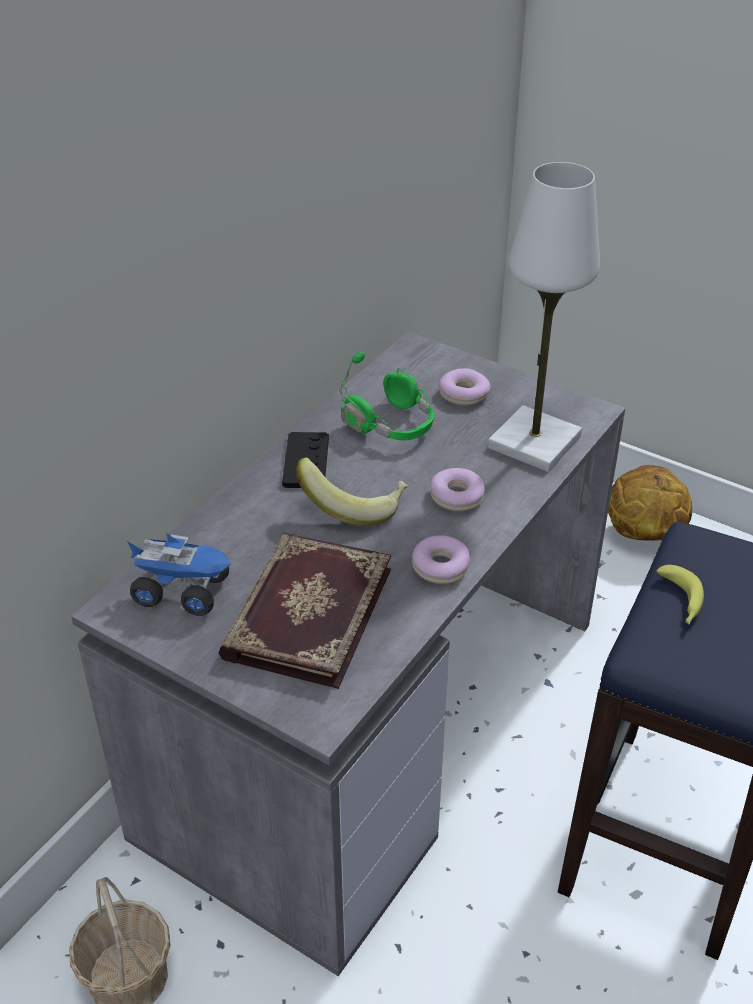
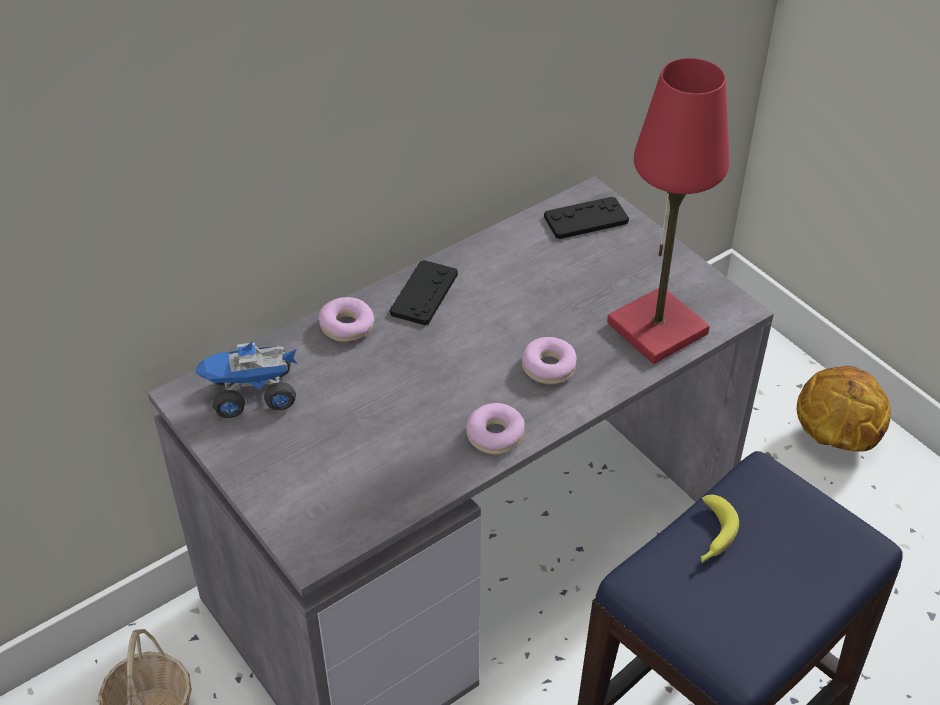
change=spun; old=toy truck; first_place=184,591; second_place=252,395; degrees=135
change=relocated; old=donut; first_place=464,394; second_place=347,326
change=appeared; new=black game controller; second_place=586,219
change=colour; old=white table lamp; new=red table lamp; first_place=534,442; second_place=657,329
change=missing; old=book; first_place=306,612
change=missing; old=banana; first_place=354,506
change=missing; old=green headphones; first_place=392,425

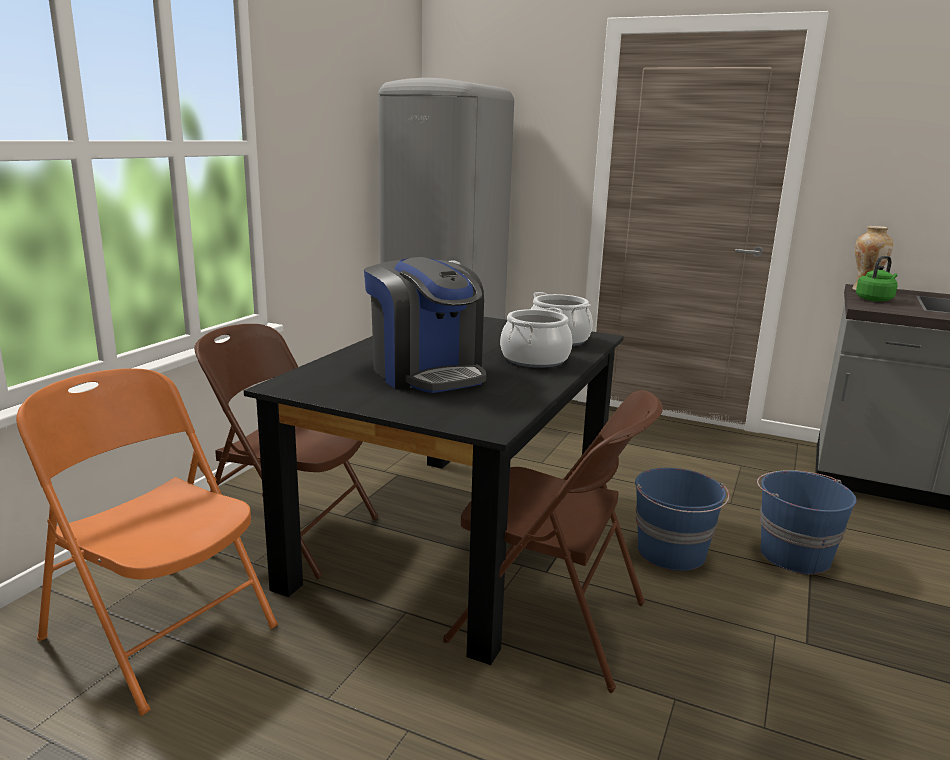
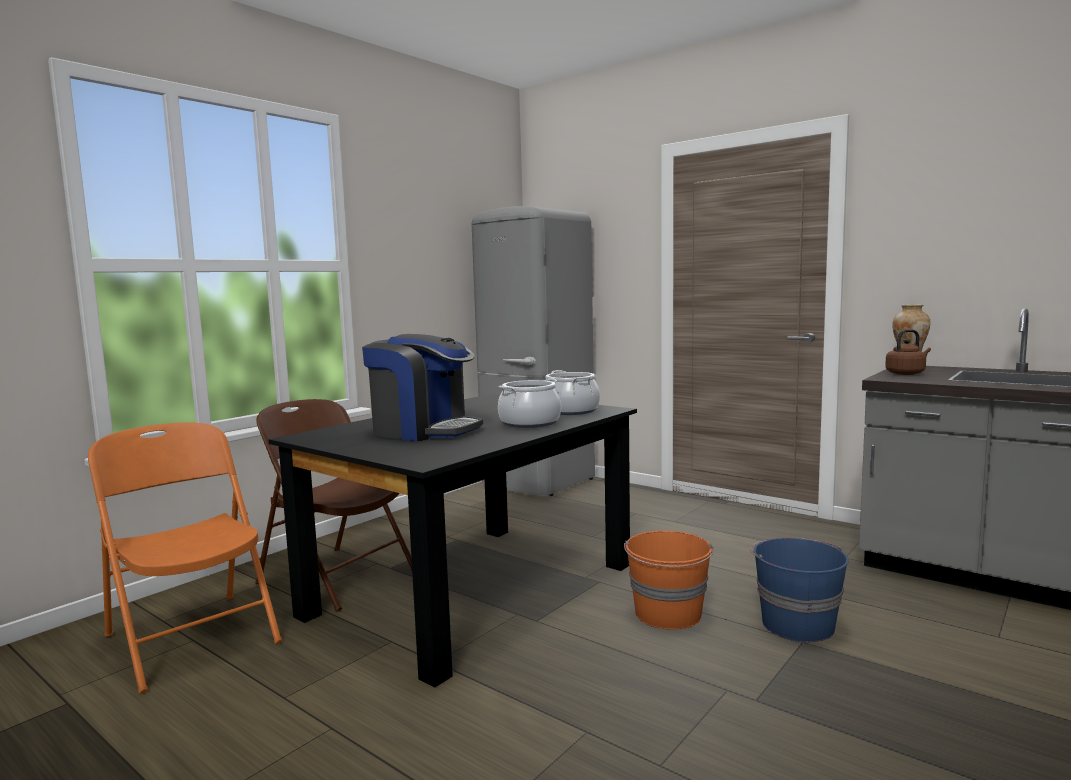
change=spun; old=coffee machine; first_place=427,373; second_place=424,430; degrees=-45
change=colour; old=blue bucket; new=orange bucket; first_place=672,553; second_place=668,614
change=colour; old=green kettle; new=brown kettle; first_place=875,299; second_place=906,373
change=missing; old=brown chair; first_place=548,622

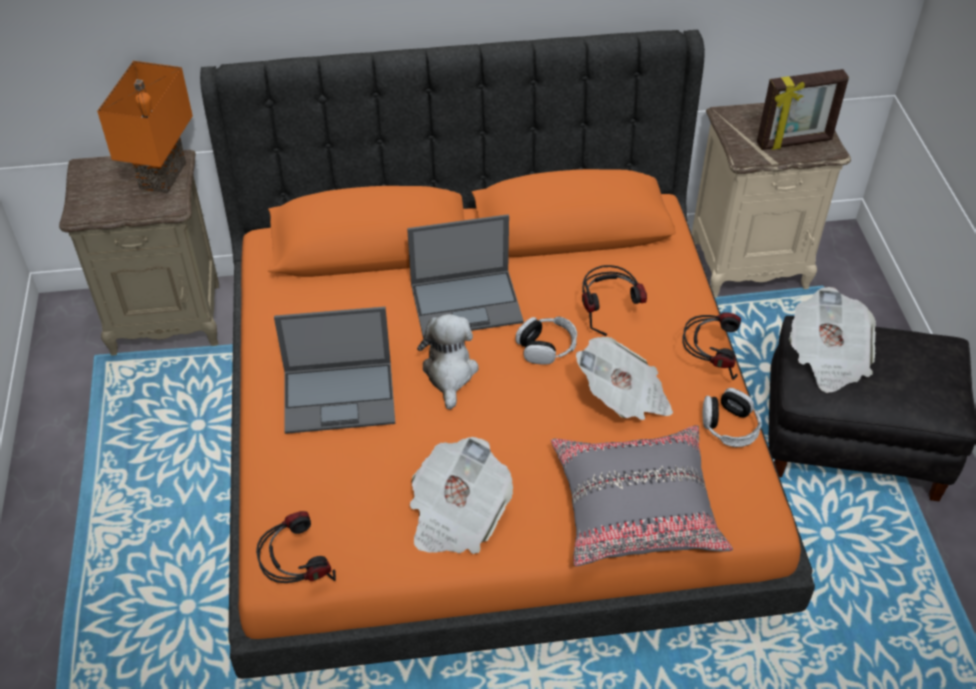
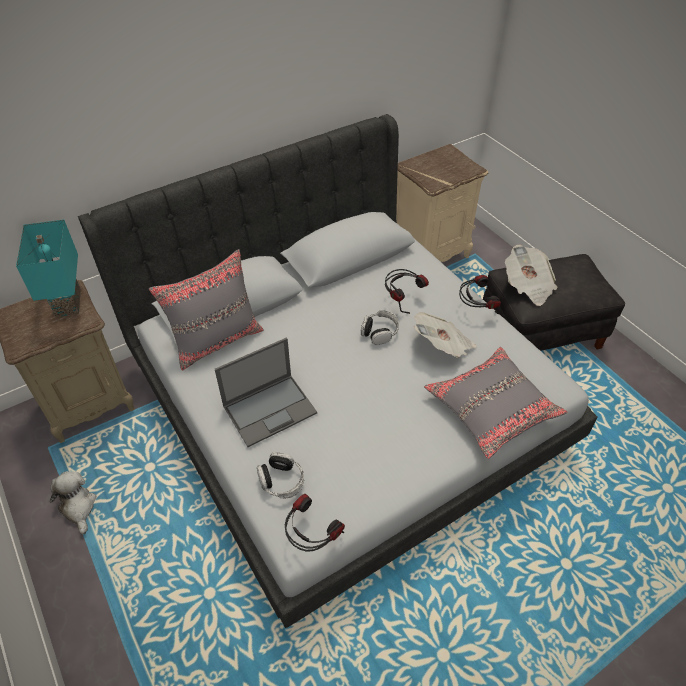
change=colour; old=orange table lamp; new=turquoise table lamp; first_place=165,176; second_place=70,303
change=relocated; old=plush toy; first_place=449,373; second_place=78,507
change=colour; old=orange bed; new=grey bed; first_place=488,438; second_place=343,404
change=appeared; new=grey pillow; second_place=217,340
change=relocated; old=headphones; first_place=729,426; second_place=281,481
change=missing; old=laptop; first_place=467,303
change=missing; old=newspaper; first_place=456,515
change=missing; old=picture frame; first_place=794,142

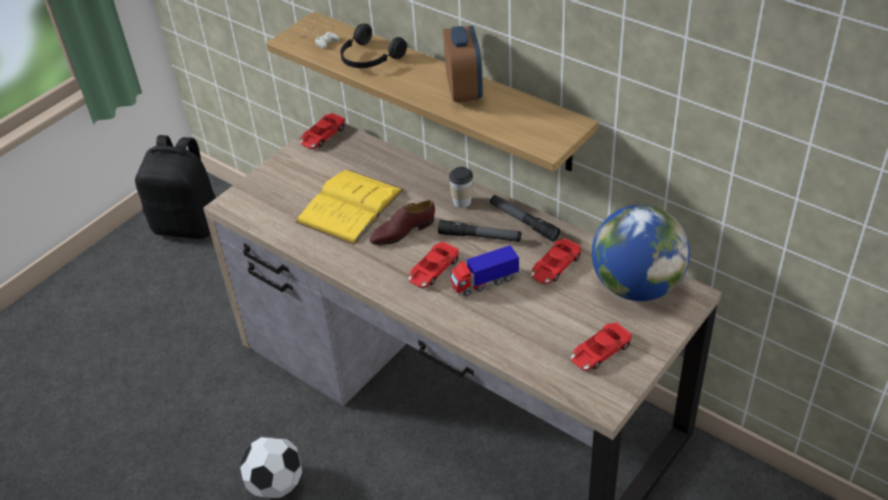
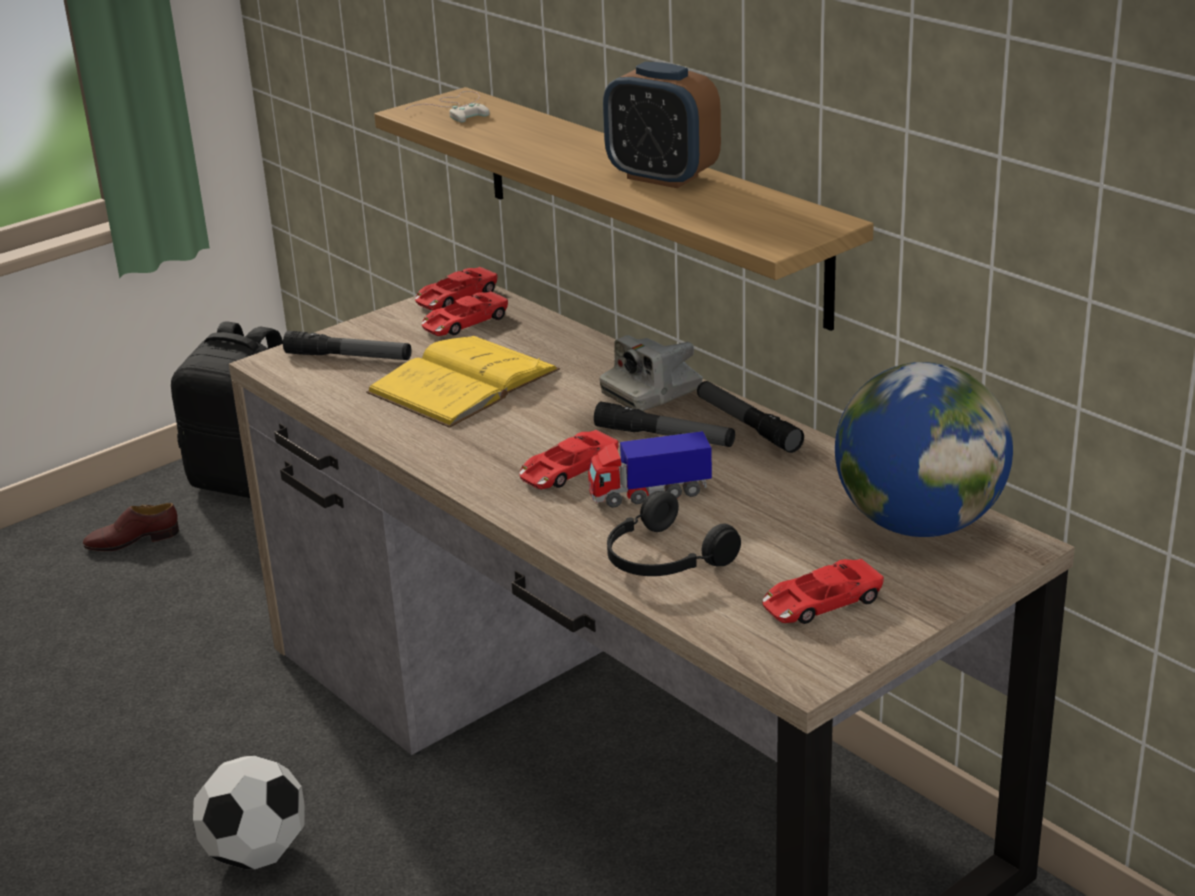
change=relocated; old=brown shoe; first_place=402,231; second_place=132,540
change=appeared; new=flashlight; second_place=348,357
change=relocated; old=red toy car; first_place=555,266; second_place=464,322
change=exchanged; old=cup; new=photo camera; first_place=462,202; second_place=652,392
change=spun; old=alarm clock; first_place=464,91; second_place=662,177; degrees=120
change=relocated; old=black headphones; first_place=369,58; second_place=663,559

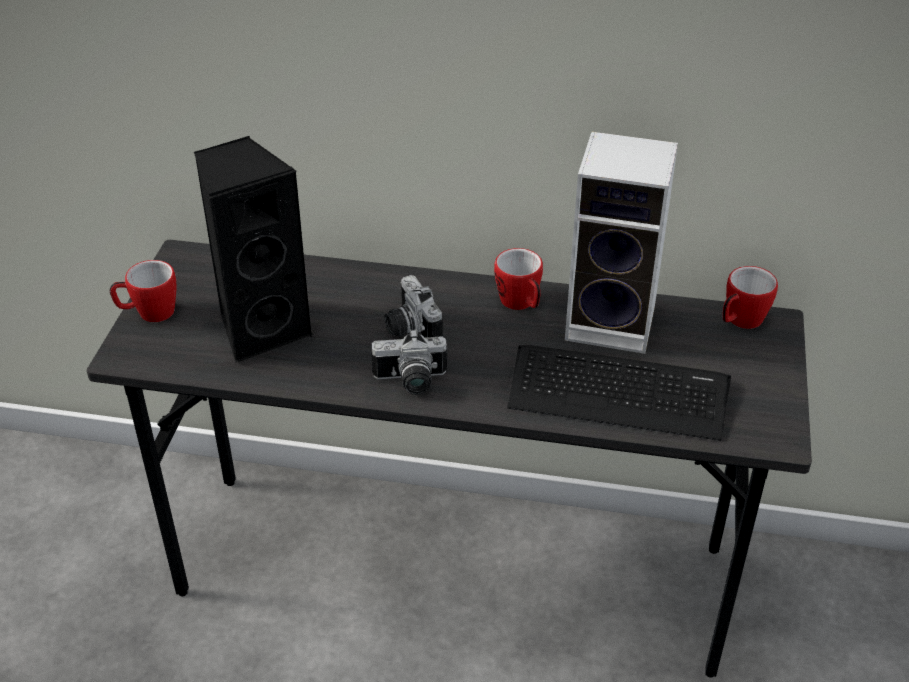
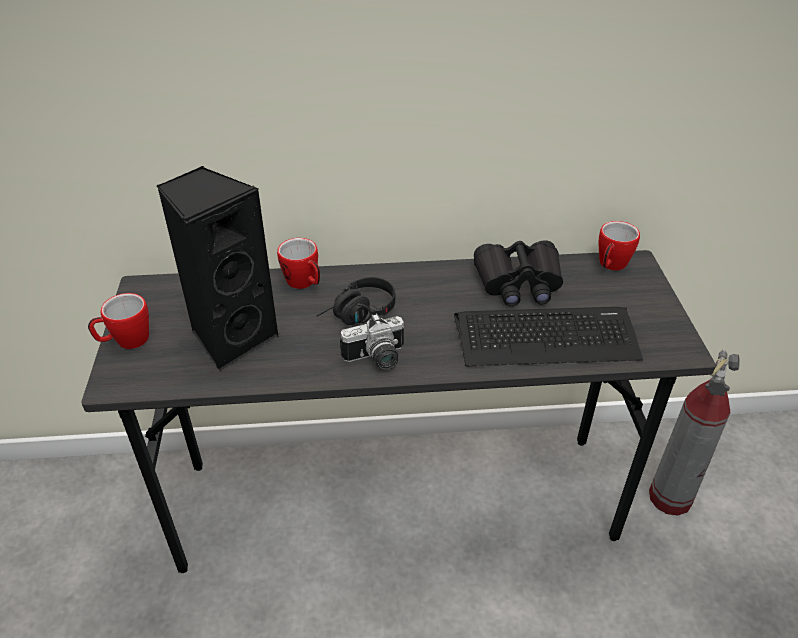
change=relocated; old=mug; first_place=521,304; second_place=304,283
change=exchanged; old=photo camera; new=black headphones; first_place=409,328; second_place=358,314
change=exchanged; old=speaker; new=black binoculars; first_place=614,323; second_place=518,282
change=appeared; new=fire extinguisher; second_place=670,497

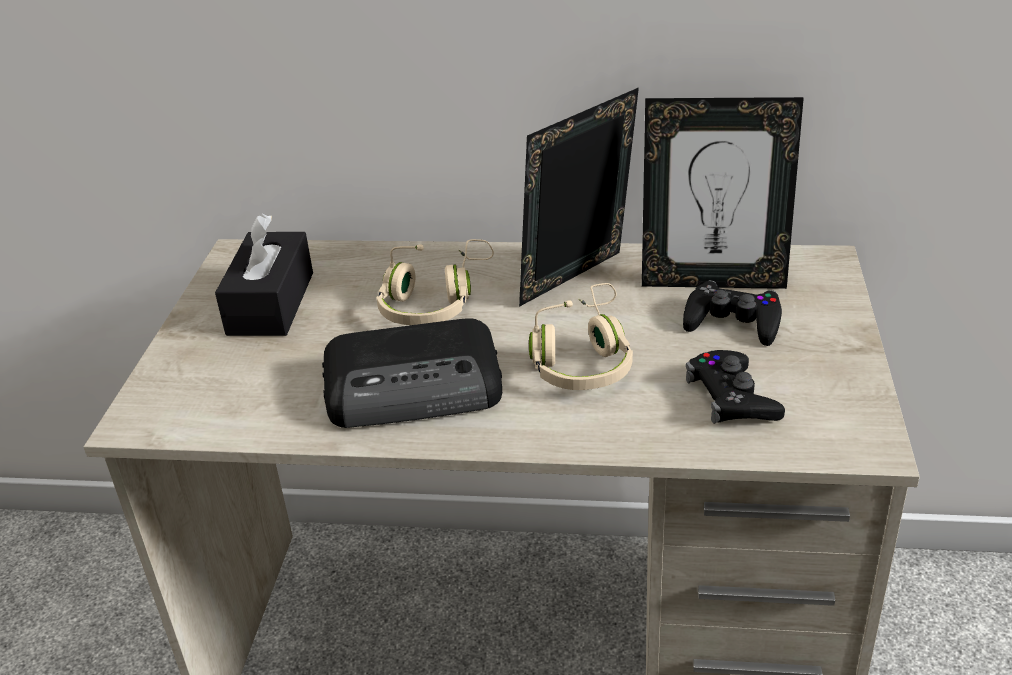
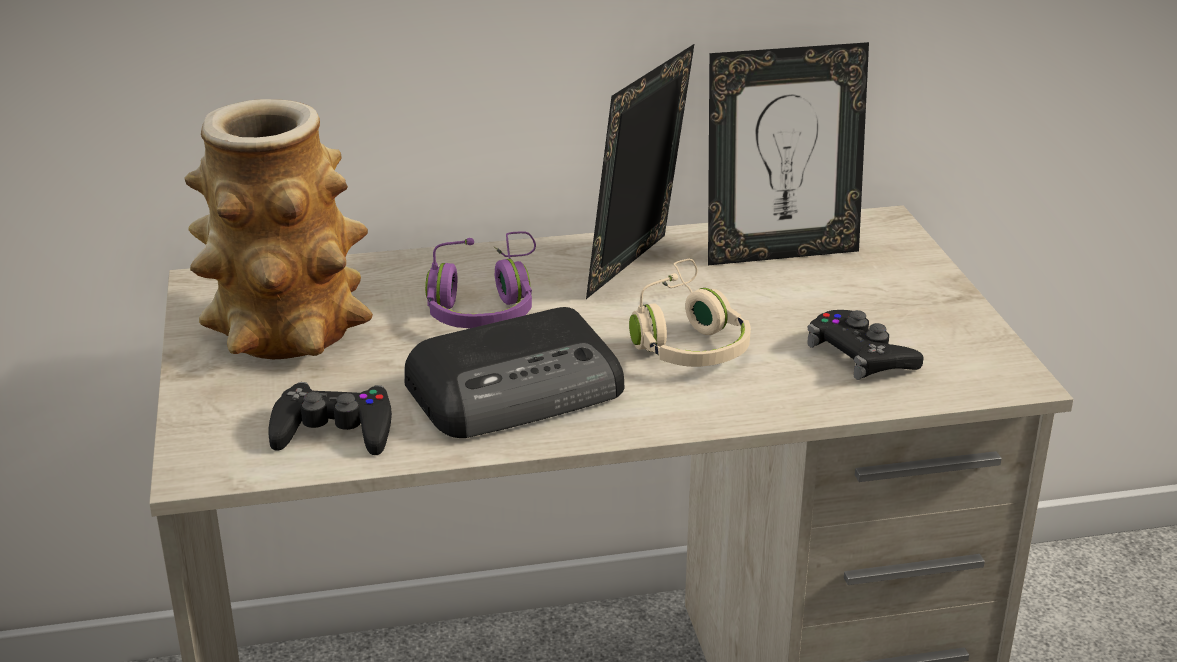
change=exchanged; old=black tissue box; new=vase; first_place=271,303; second_place=287,329
change=relocated; old=black game controller; first_place=733,322; second_place=334,431
change=colour; old=beige headphones; new=purple headphones; first_place=434,301; second_place=485,304

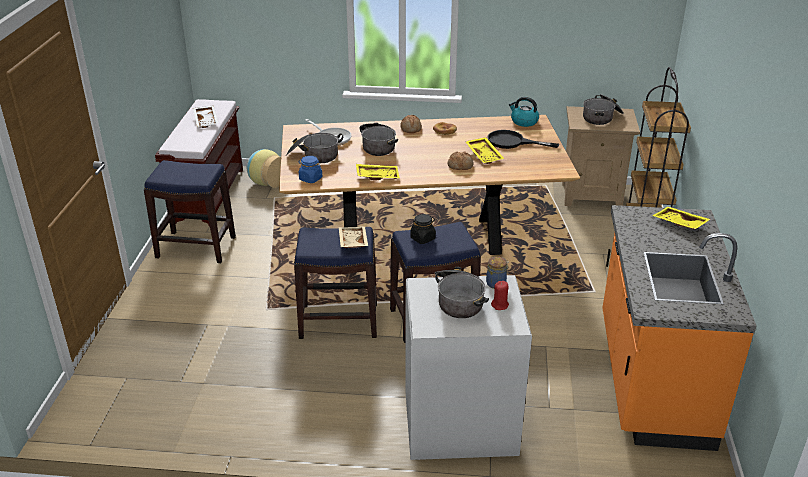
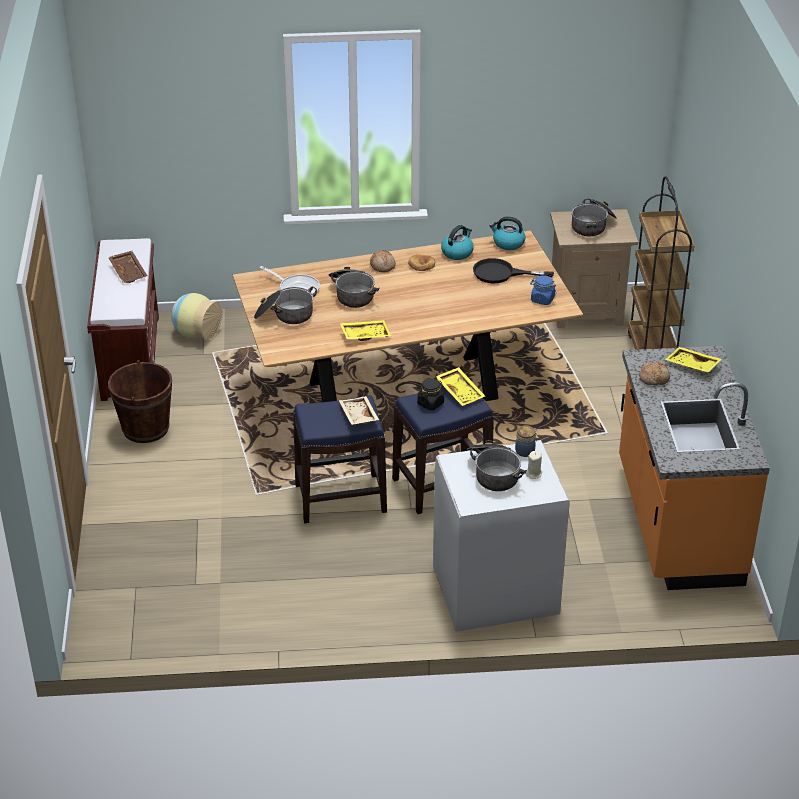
change=colour; old=white tray; new=brown tray; first_place=207,121; second_place=129,272
change=exchanged; old=stool; new=brown bucket; first_place=196,247; second_place=145,428
change=relocated; old=yellow tray; first_place=484,155; second_place=461,391
change=appeared; new=kettle; second_place=457,252
change=colour; old=red candle; new=beige candle; first_place=500,305; second_place=534,473
change=relocated; old=blue jar; first_place=310,179; second_place=542,299
change=relocated; old=bread; first_place=460,165; second_place=654,378

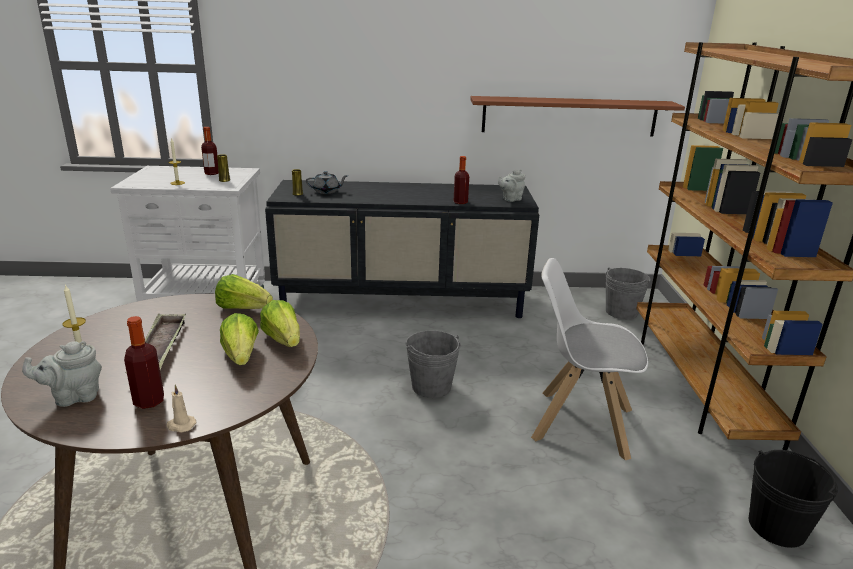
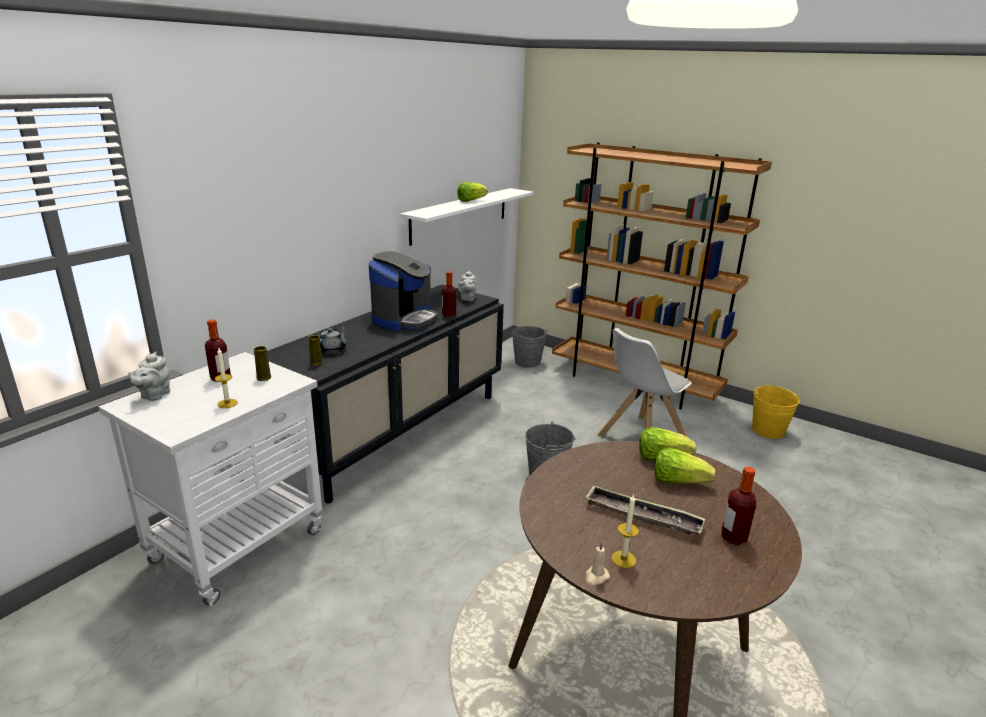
change=relocated; old=grey teapot; first_place=74,397; second_place=154,395
change=appeared; new=coffee machine; second_place=404,318
change=colour; old=brown shelf; new=white shelf; first_place=569,116; second_place=460,215
change=relocated; old=lettuce; first_place=243,308; second_place=471,201
change=relocated; old=beige candle; first_place=180,425; second_place=596,577
change=colour; old=black bucket; new=yellow bucket; first_place=777,526; second_place=768,430

